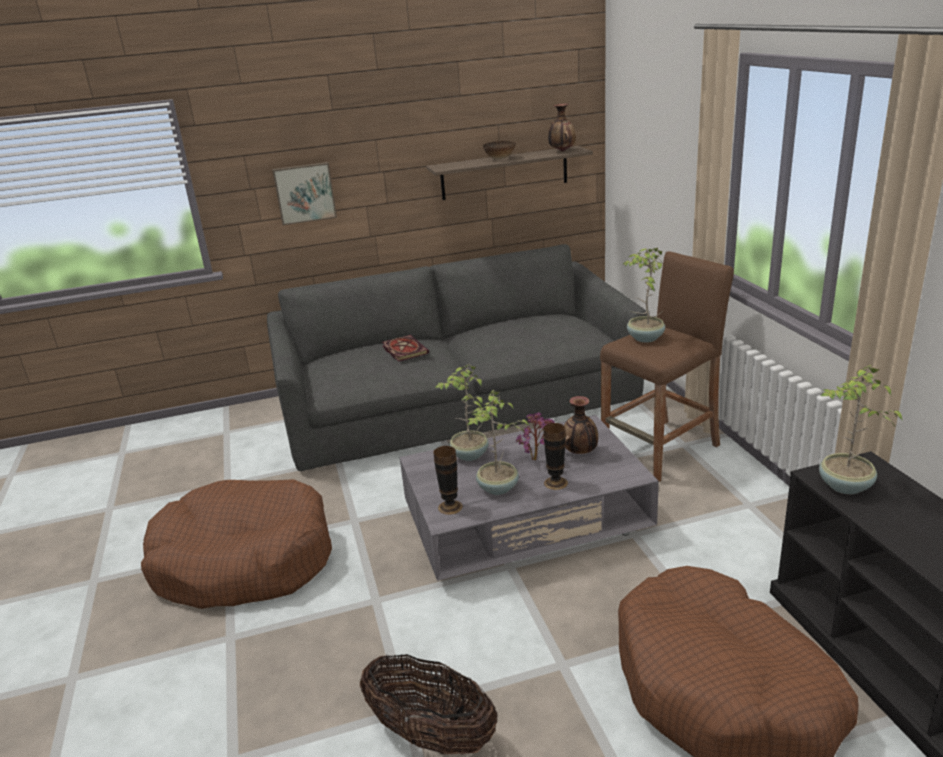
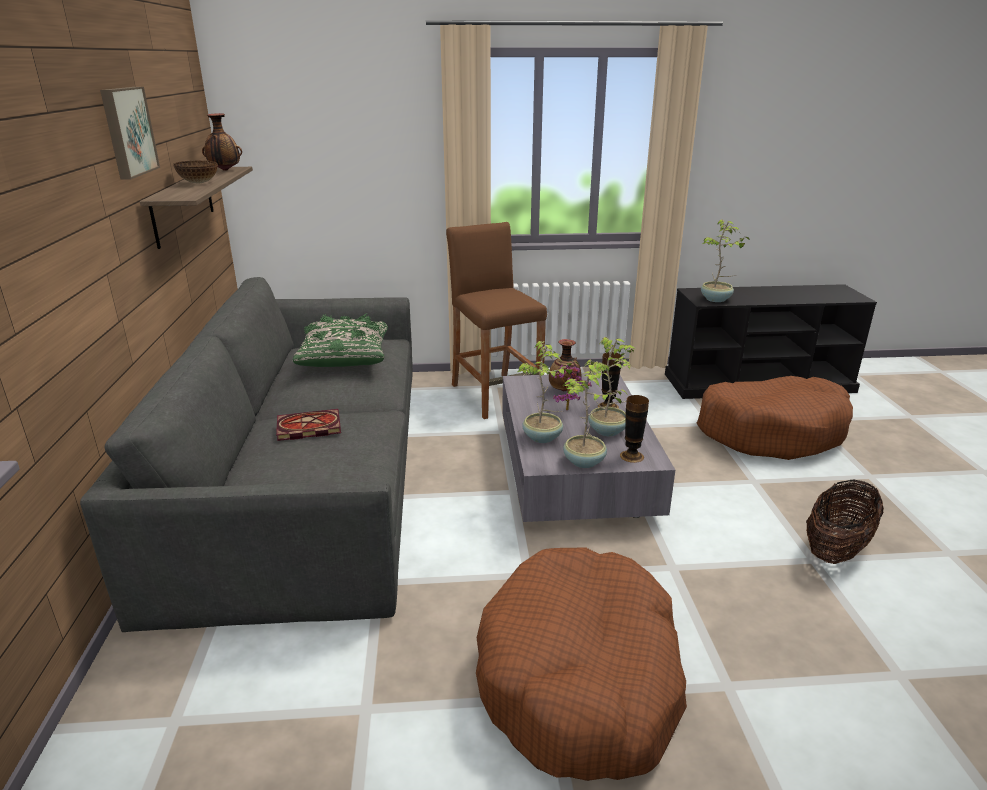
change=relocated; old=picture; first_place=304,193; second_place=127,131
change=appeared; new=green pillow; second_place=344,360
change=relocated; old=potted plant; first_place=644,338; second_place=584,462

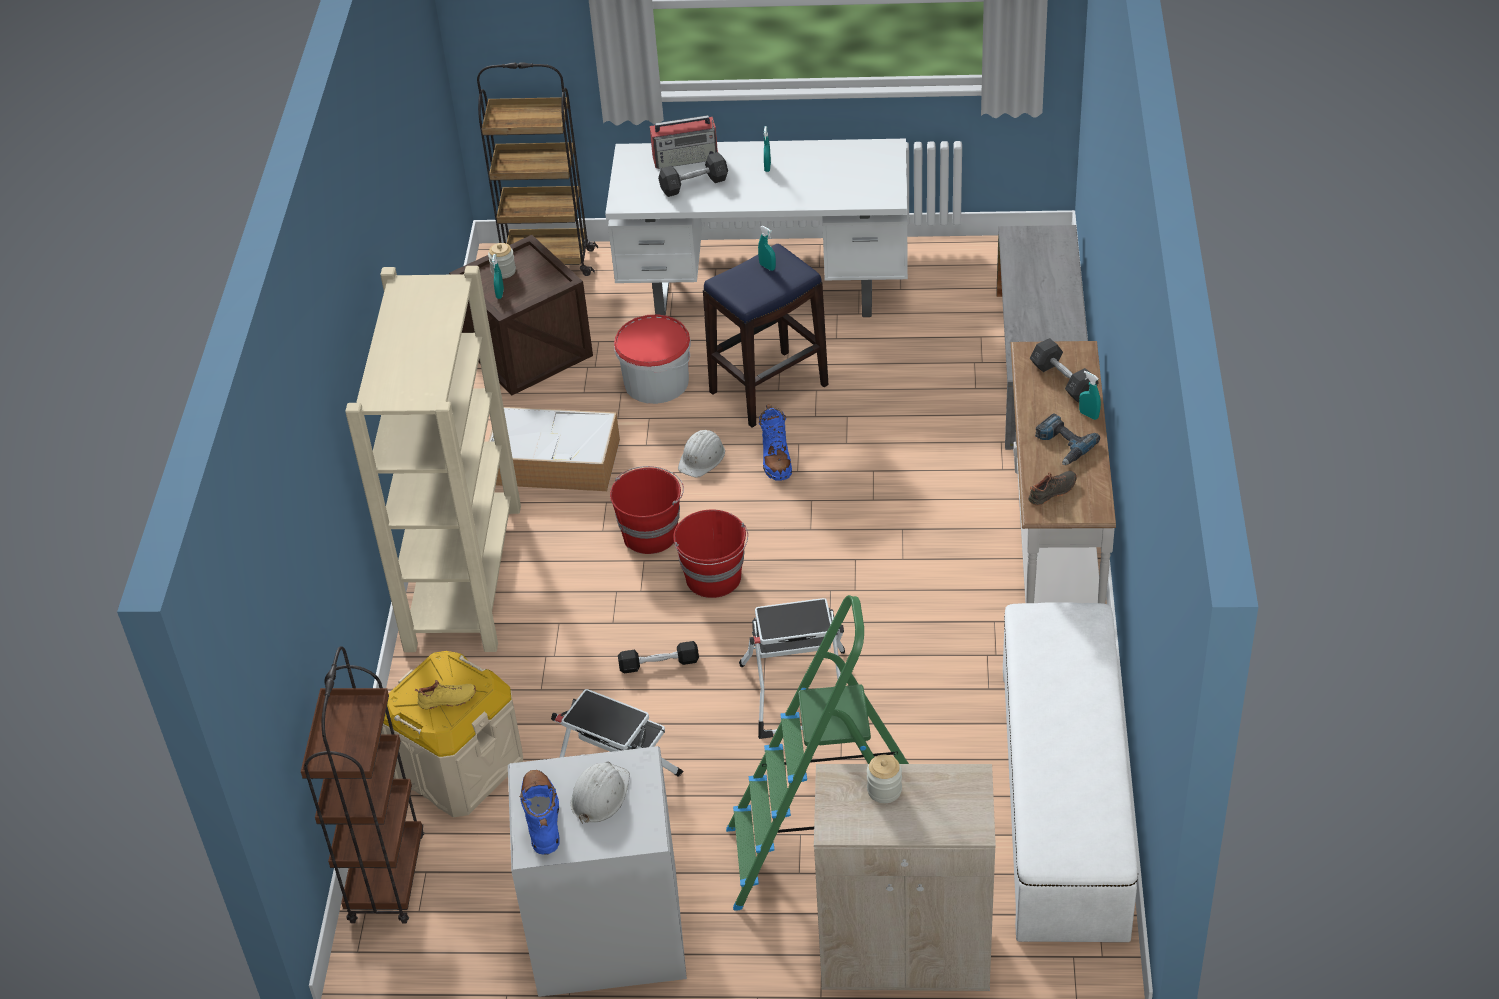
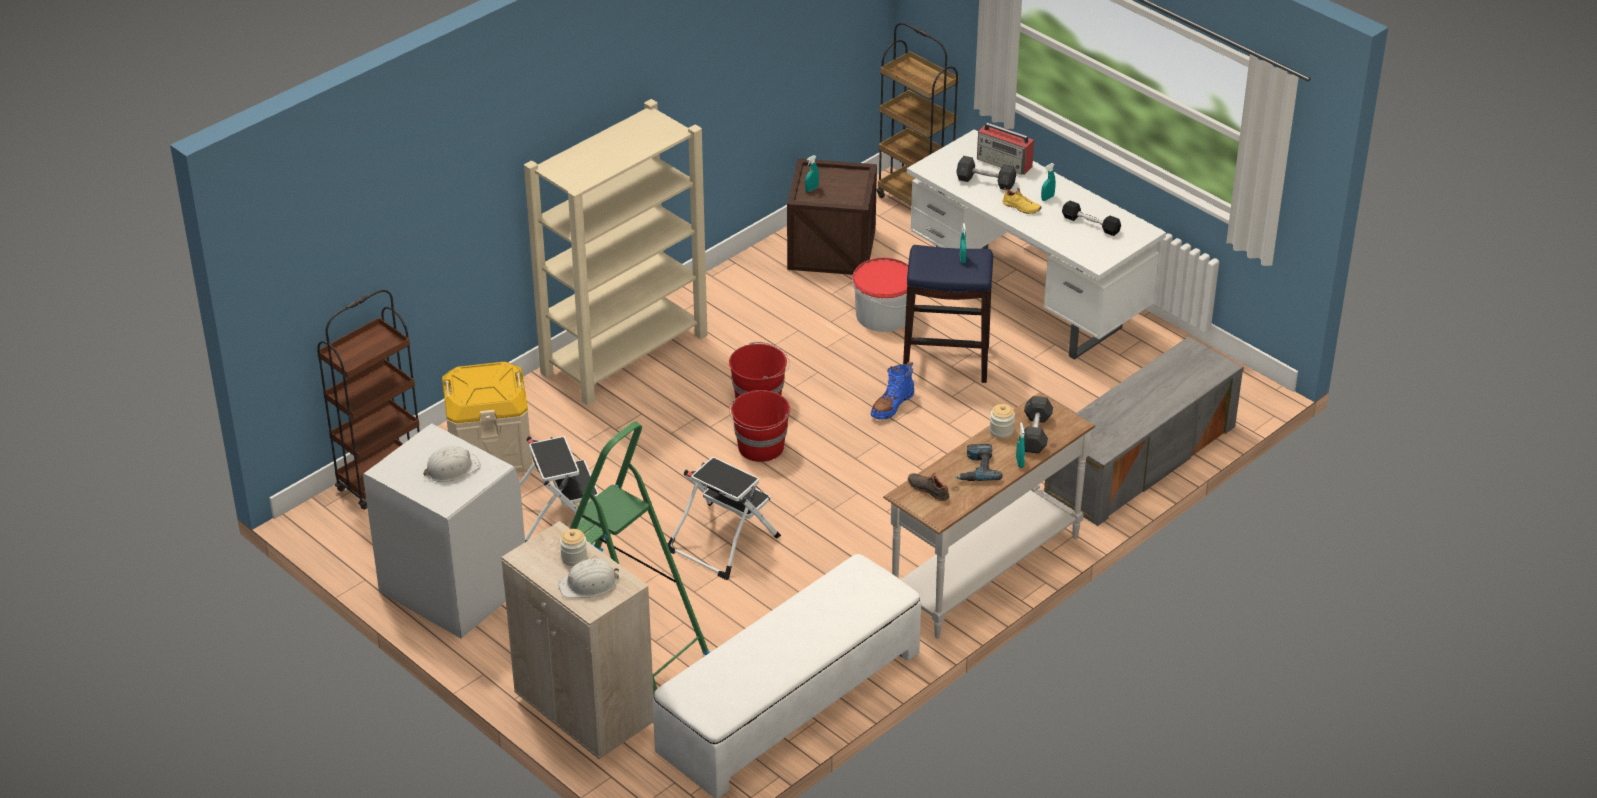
change=relocated; old=white hard hat; first_place=702,458; second_place=589,584
change=spun; old=black shoe; first_place=1053,492; second_place=929,490; degrees=-150
change=relocated; old=jar; first_place=503,271; second_place=1001,431
change=relocated; old=yellow shoe; first_place=447,700; second_place=1021,208
change=relocated; old=black dumbbell; first_place=659,664; second_place=1091,224
change=missing; old=storage box; first_place=556,461
change=missing; old=blue boot; first_place=542,817

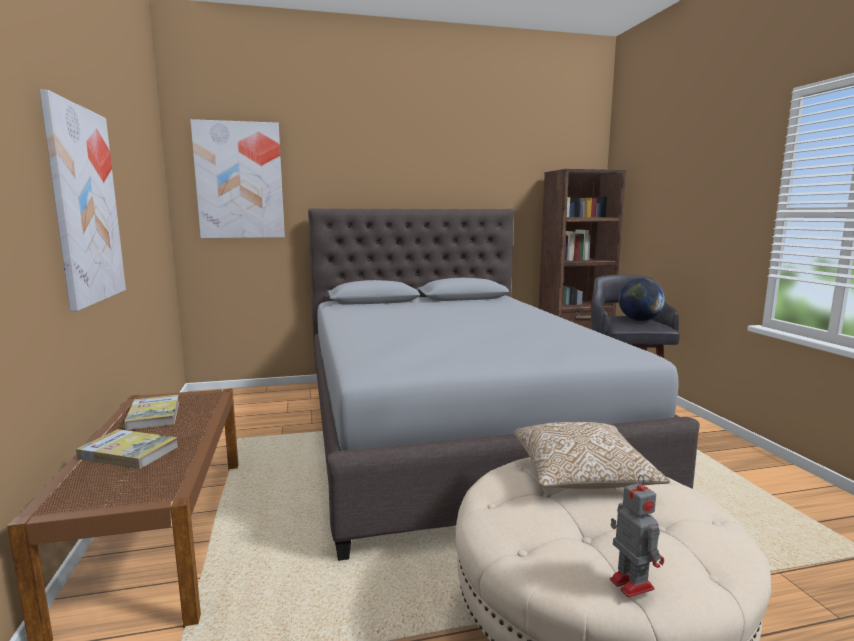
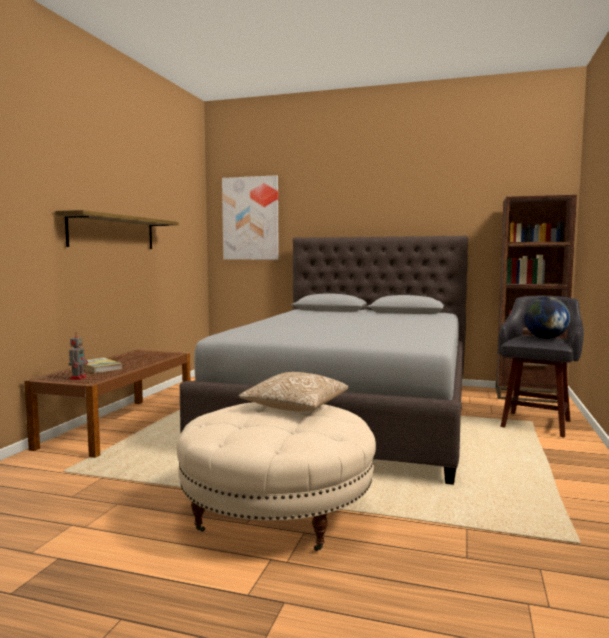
change=exchanged; old=picture; new=shelf; first_place=84,206; second_place=113,232
change=relocated; old=toy robot; first_place=630,583; second_place=78,378
change=missing; old=book; first_place=154,415

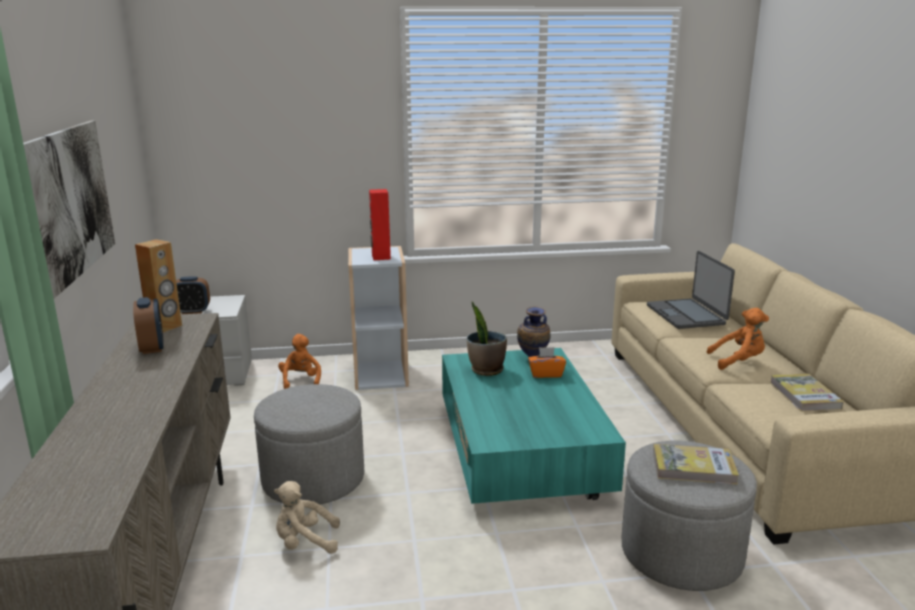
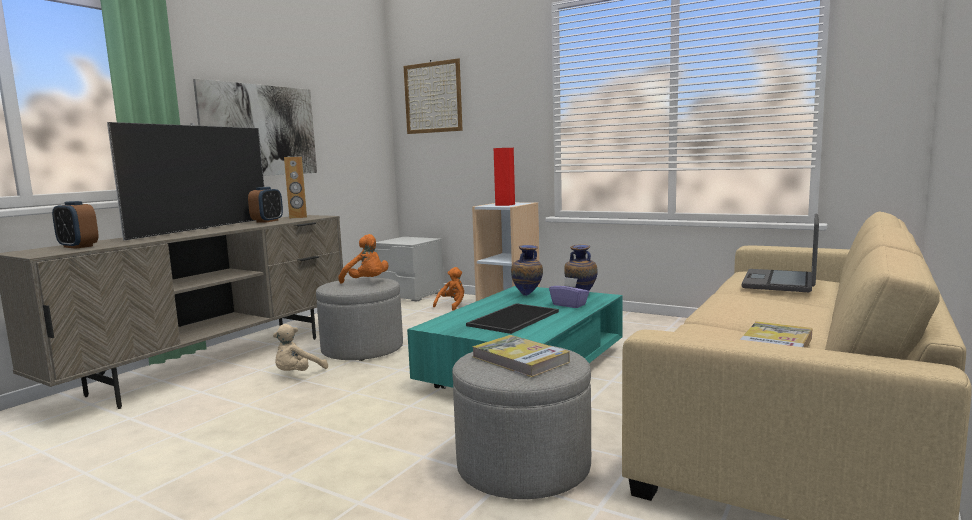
change=relocated; old=alarm clock; first_place=192,311; second_place=78,246
change=appeared; new=television; second_place=203,229
change=spun; old=beige plush toy; first_place=305,543; second_place=298,374; degrees=-90
change=relocated; old=orange plush toy; first_place=738,361; second_place=367,282
change=appeared; new=picture; second_place=433,96
change=appeared; new=tray; second_place=514,319
change=exchanged; old=potted plant; new=vase; first_place=486,370; second_place=527,296
change=colour; old=orange tissue box; new=purple tissue box; first_place=546,374; second_place=569,305

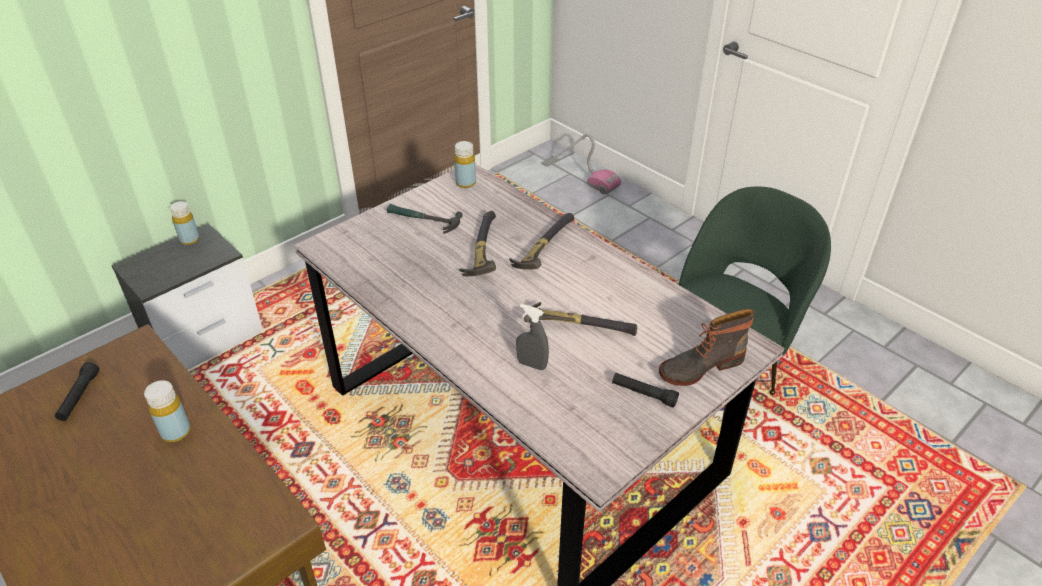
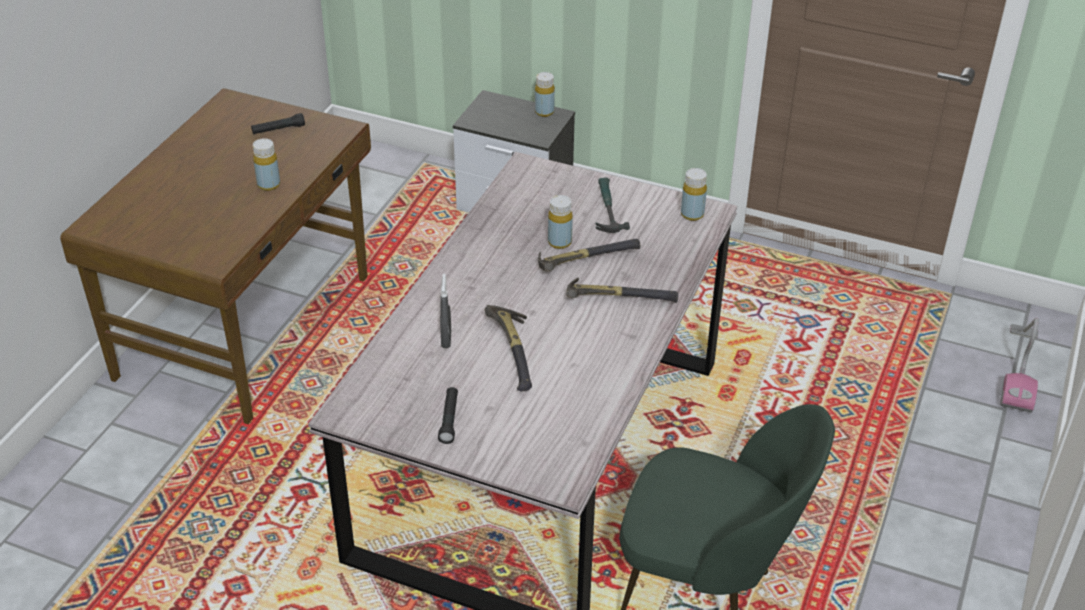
change=appeared; new=yellow bottle; second_place=559,242
change=missing; old=boot; first_place=700,366

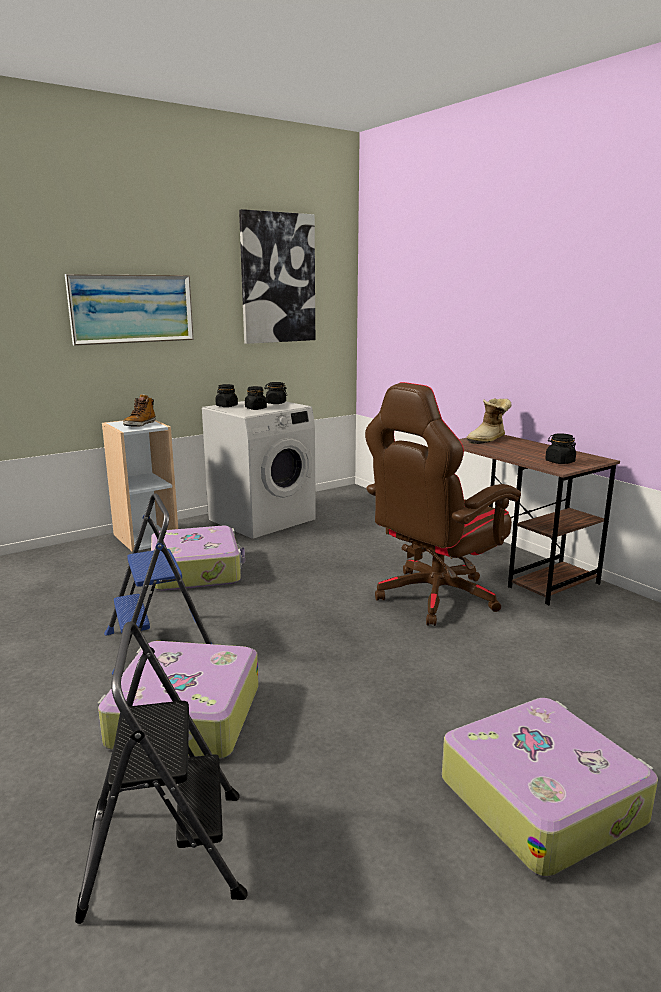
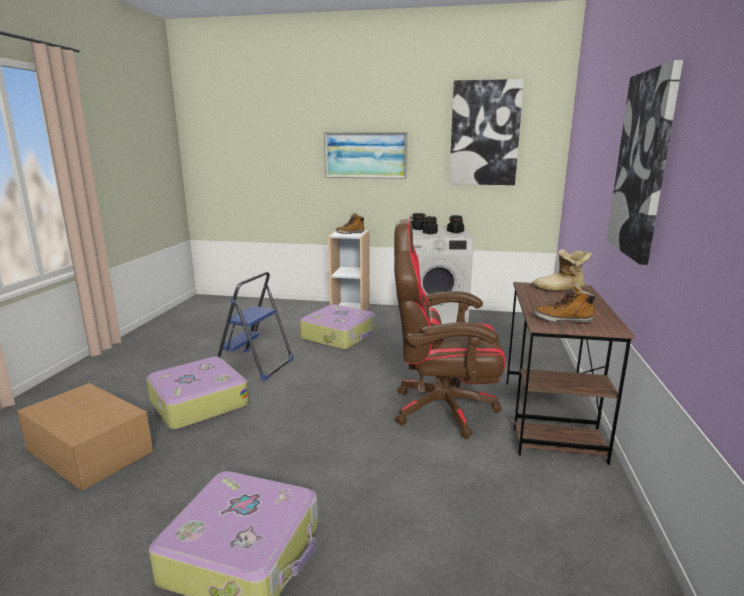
change=exchanged; old=black step ladder; new=cardboard box; first_place=157,852; second_place=89,450
change=exchanged; old=black jar; new=boot; first_place=559,462; second_place=563,320
change=appeared; new=picture; second_place=643,165

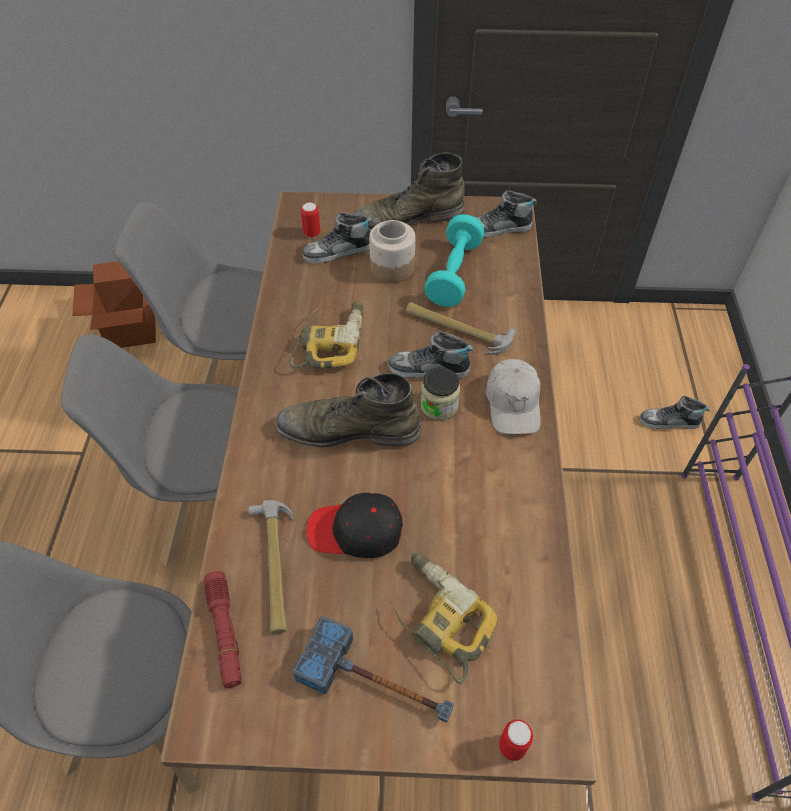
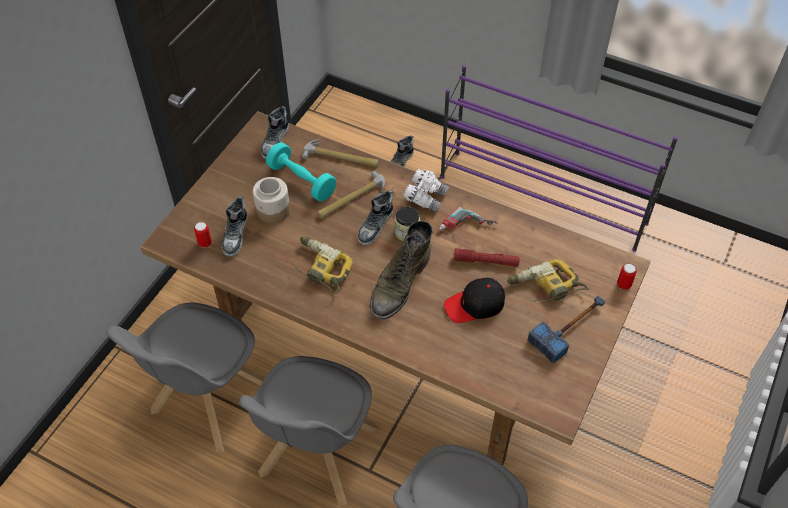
change=relocated; old=hammer; first_place=274,566; second_place=341,158
change=exchanged; old=white cap; new=white binoculars; first_place=513,403; second_place=425,197
change=appeared; new=power drill; second_place=466,228
change=spun; old=black cap; first_place=355,531; second_place=475,305; degrees=45
change=relocated; old=red flashlight; first_place=225,632; second_place=486,261
change=missing; old=cardboard box; first_place=132,329
change=missing; old=green boot; first_place=407,218

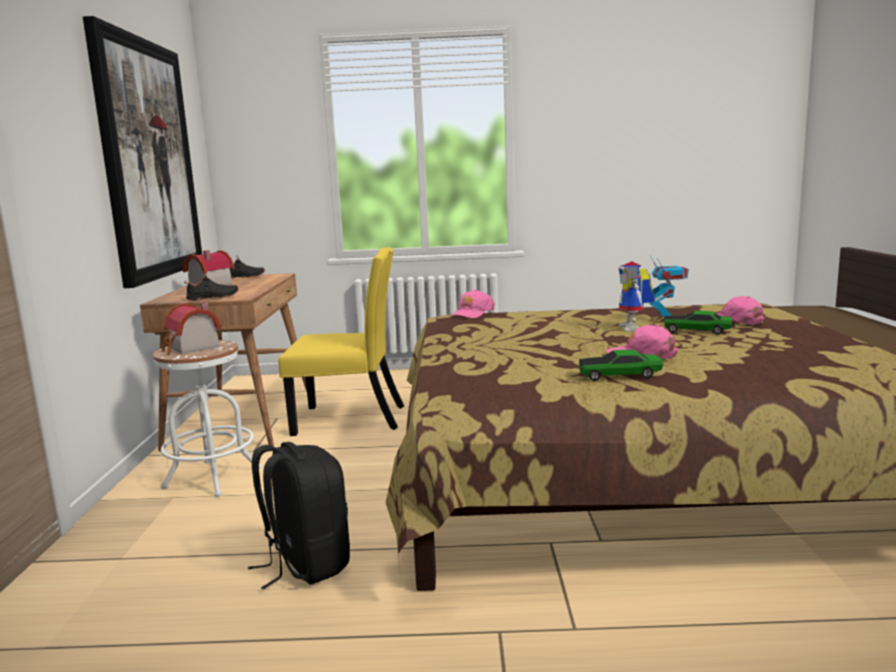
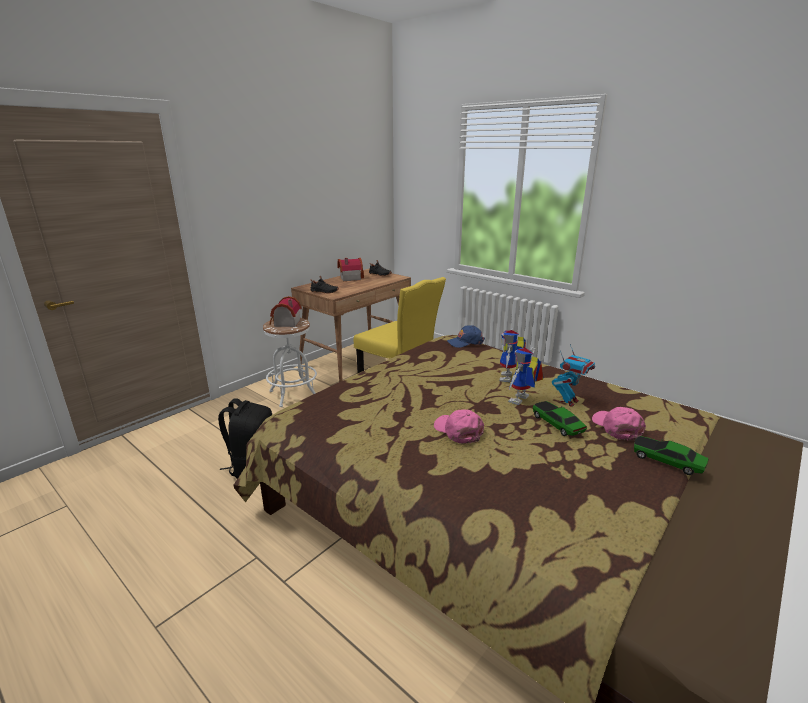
change=colour; old=pink cap; new=blue cap; first_place=472,313; second_place=465,342
change=appeared; new=toy robot; second_place=509,378
change=relocated; old=toy car; first_place=619,375; second_place=667,461
change=missing; old=picture; first_place=148,160

